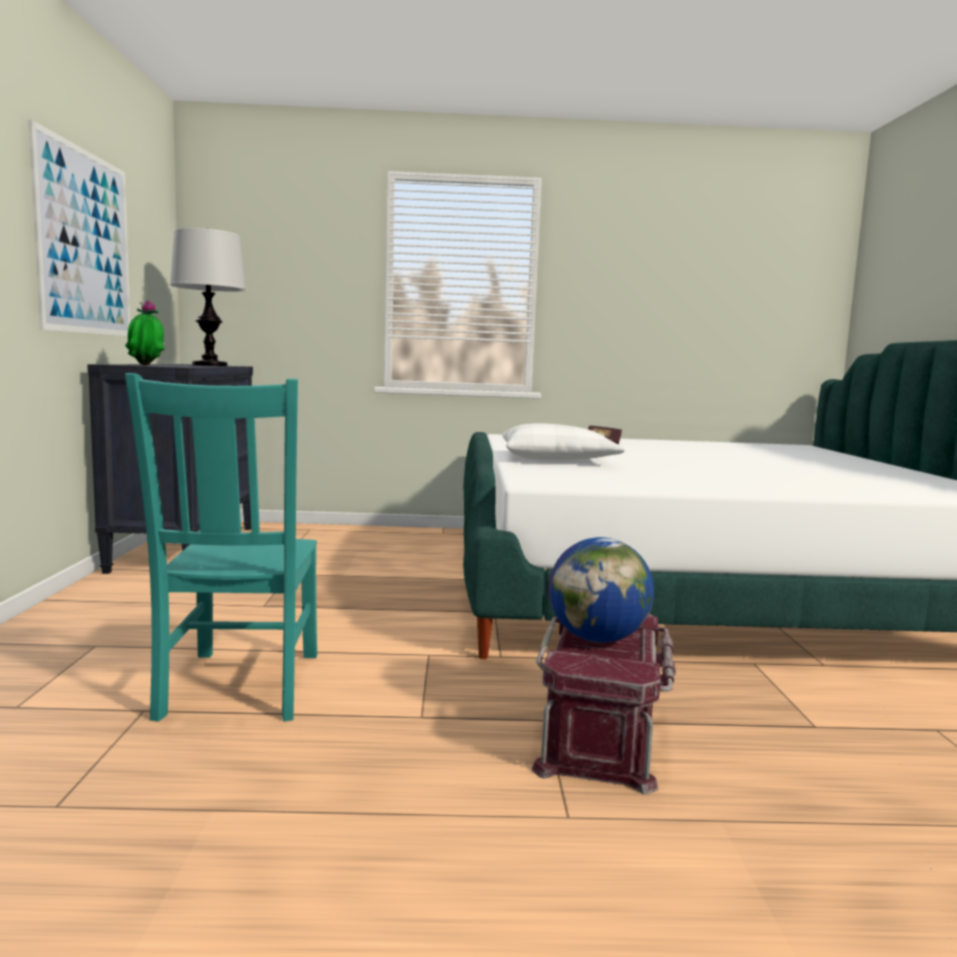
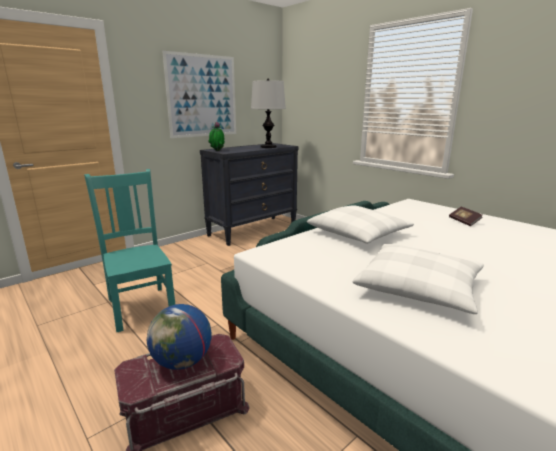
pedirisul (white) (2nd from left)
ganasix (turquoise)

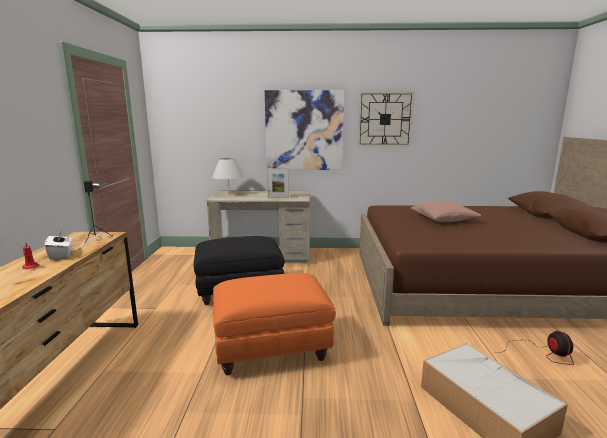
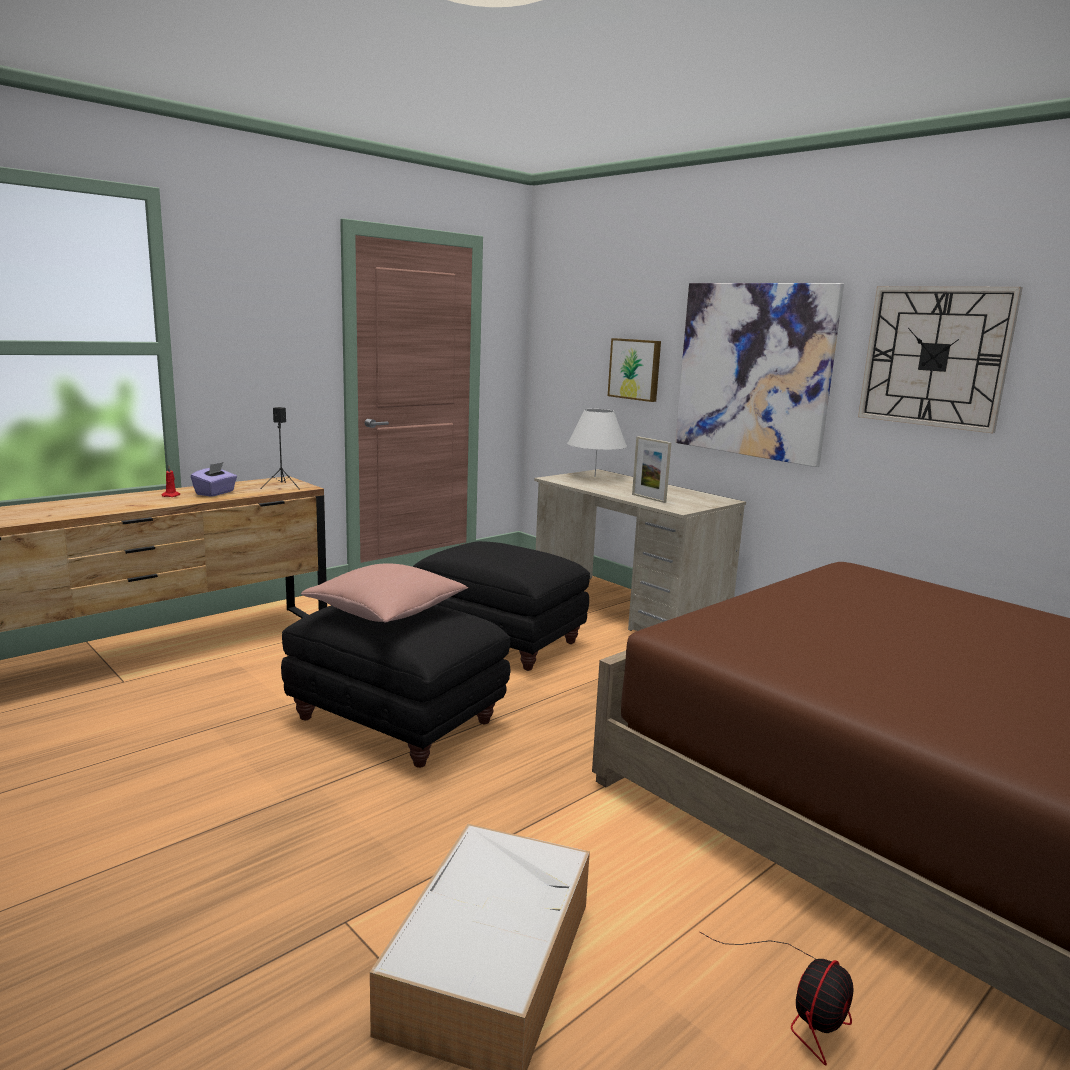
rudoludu (1st from left)
pedirisul (pink)
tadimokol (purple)
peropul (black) (1st from left)

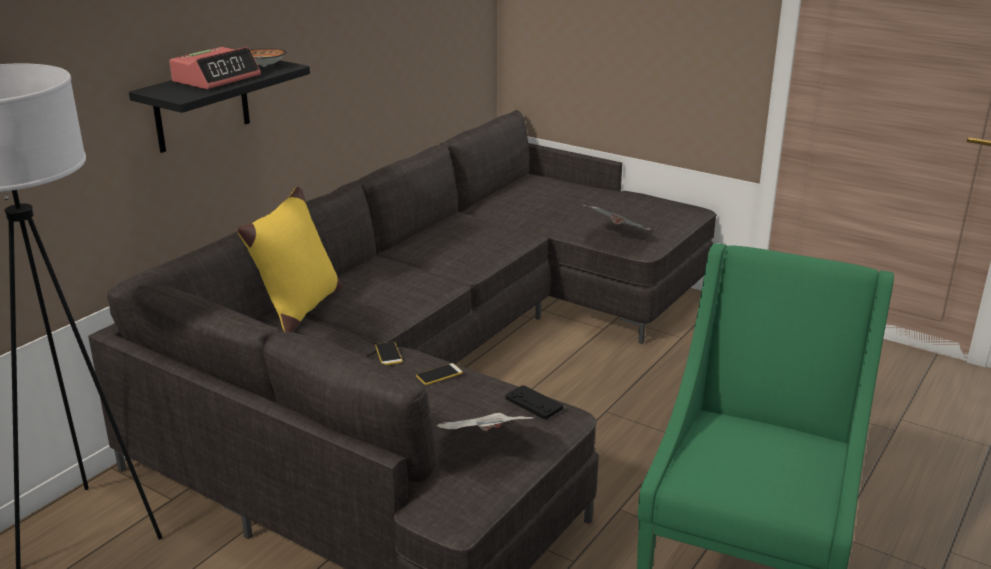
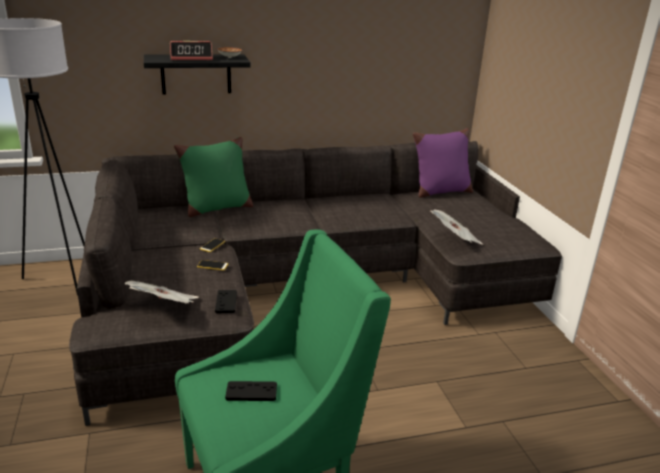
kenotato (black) (2nd from left)
pedirisul (purple)
pedirisul (green)

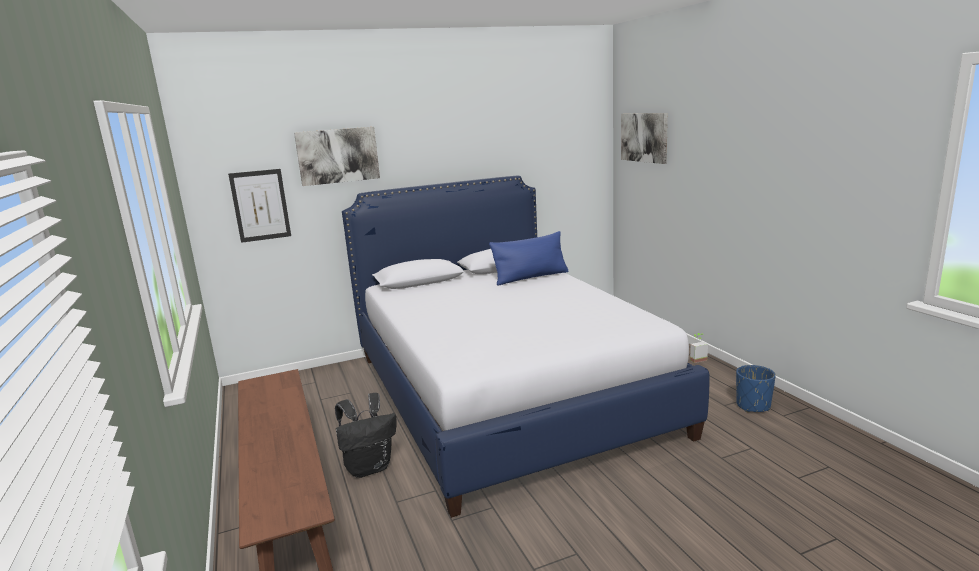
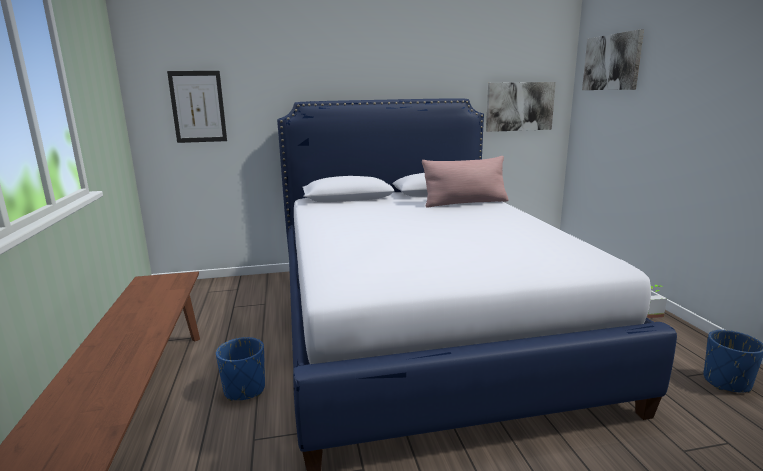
rudoludu (2nd from left)
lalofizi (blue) (1st from left)
pedirisul (pink)

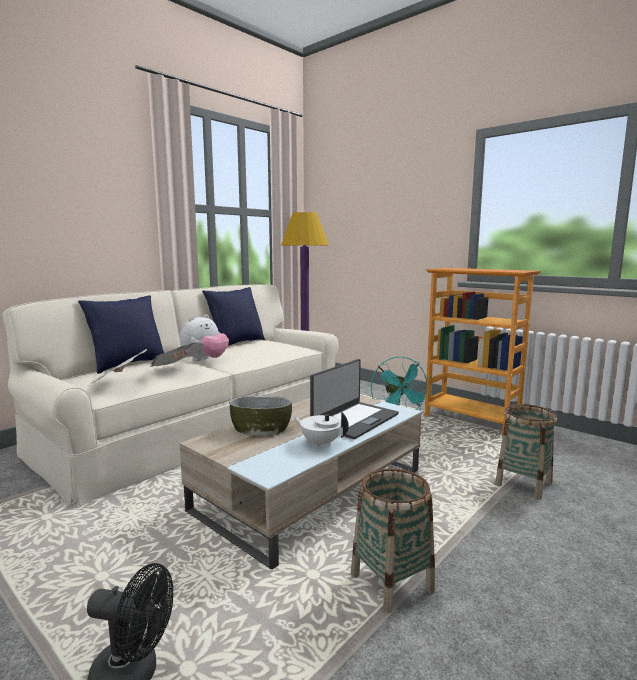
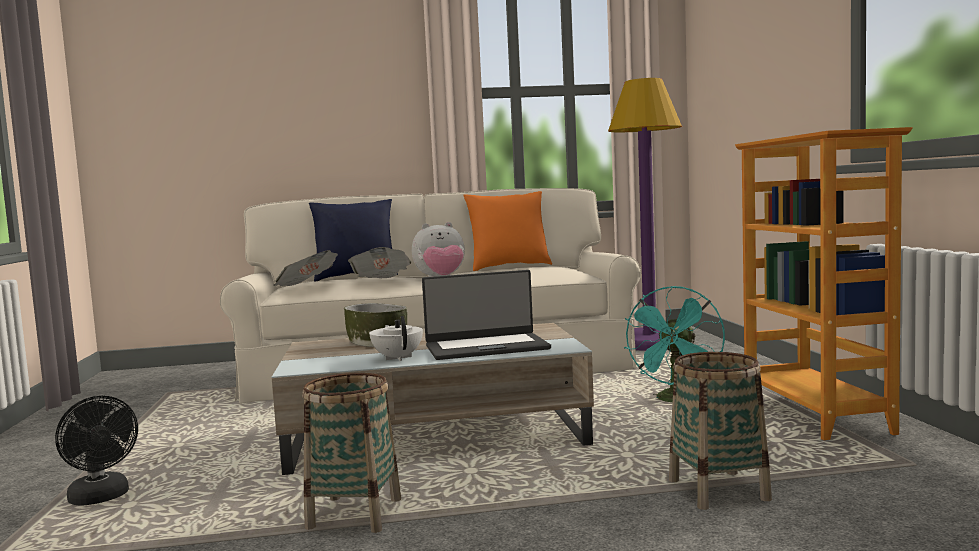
pedirisul (orange)

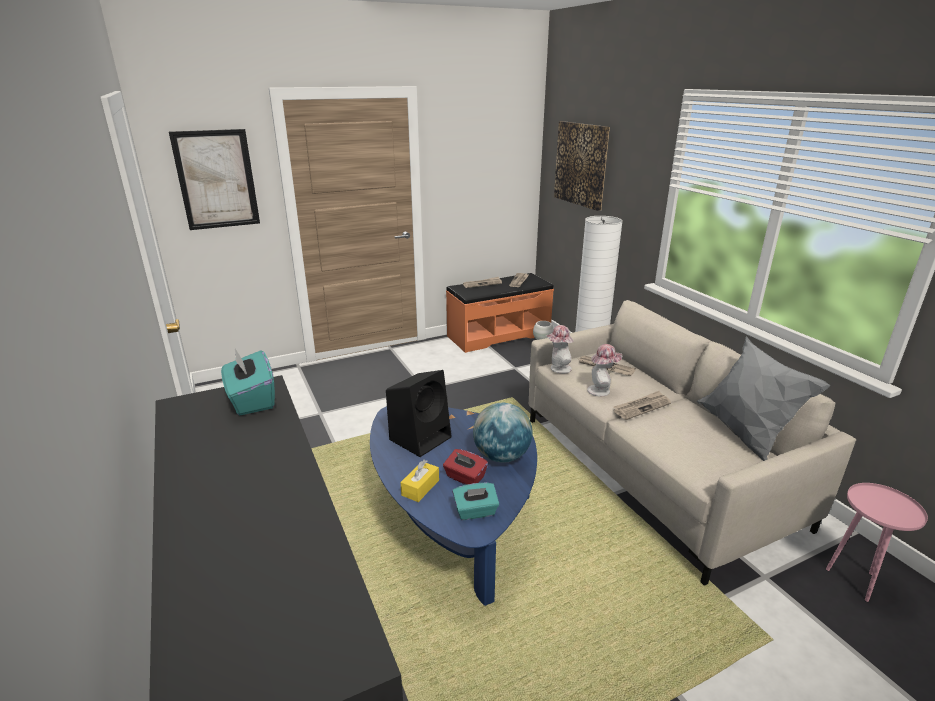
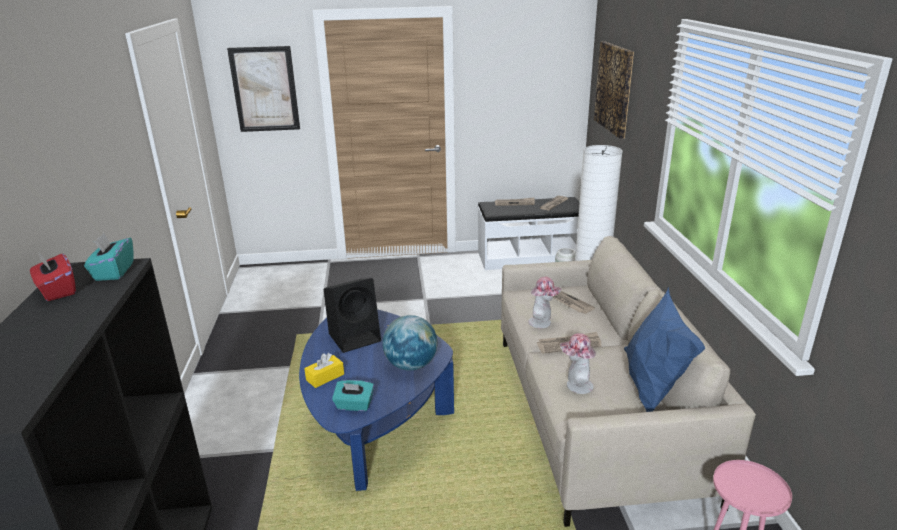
tadimokol (red)
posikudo (2nd from left)
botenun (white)
pedirisul (blue)

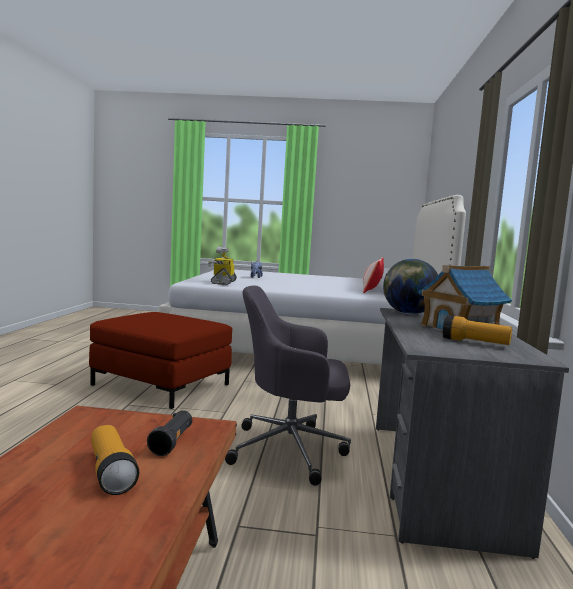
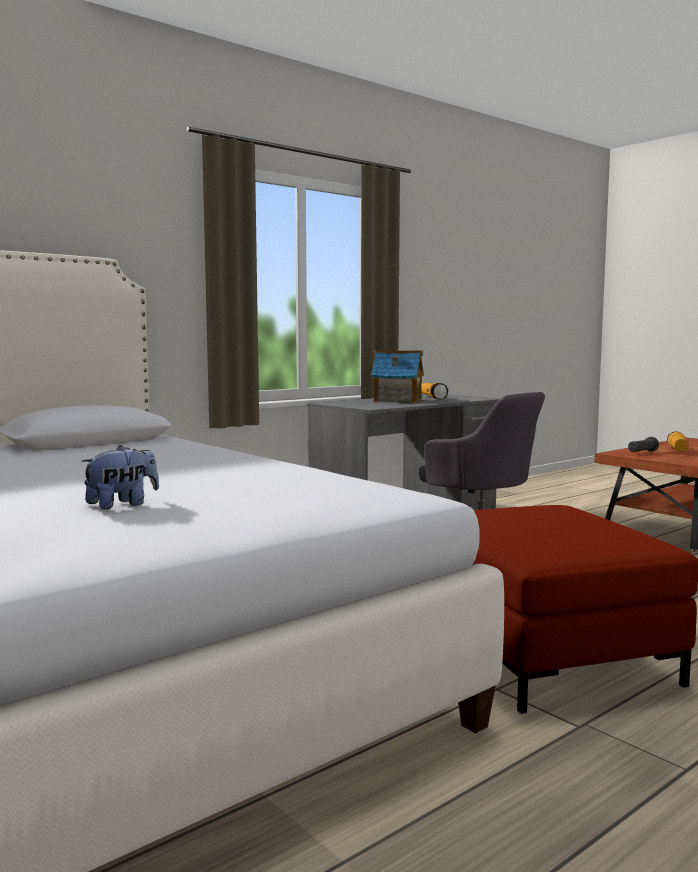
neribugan
pedirisul
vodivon

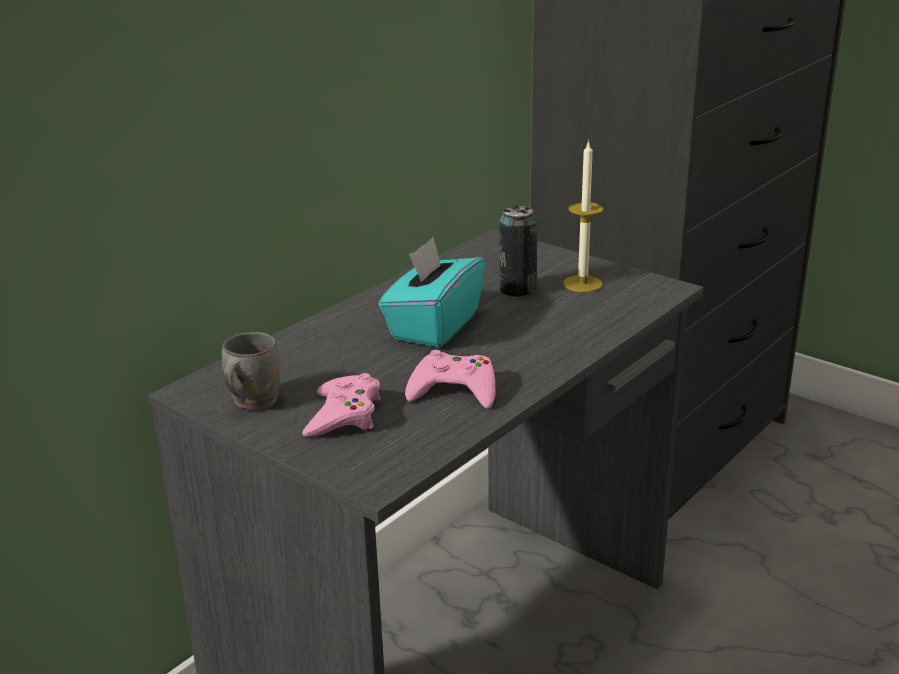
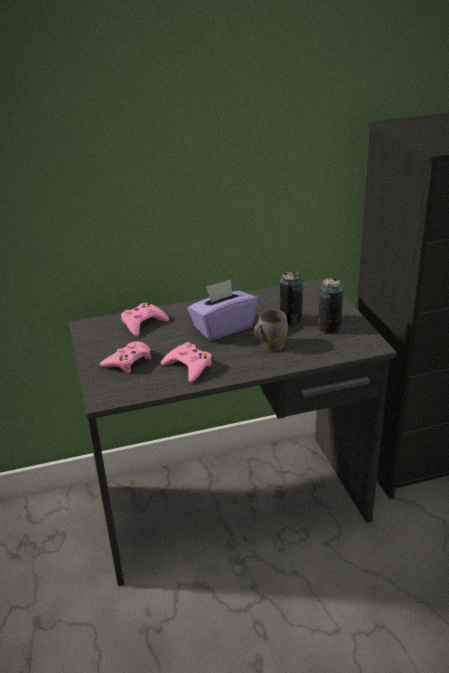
kenotato (pink) (2nd from left)
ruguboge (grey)
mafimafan (2nd from left)
tadimokol (purple)

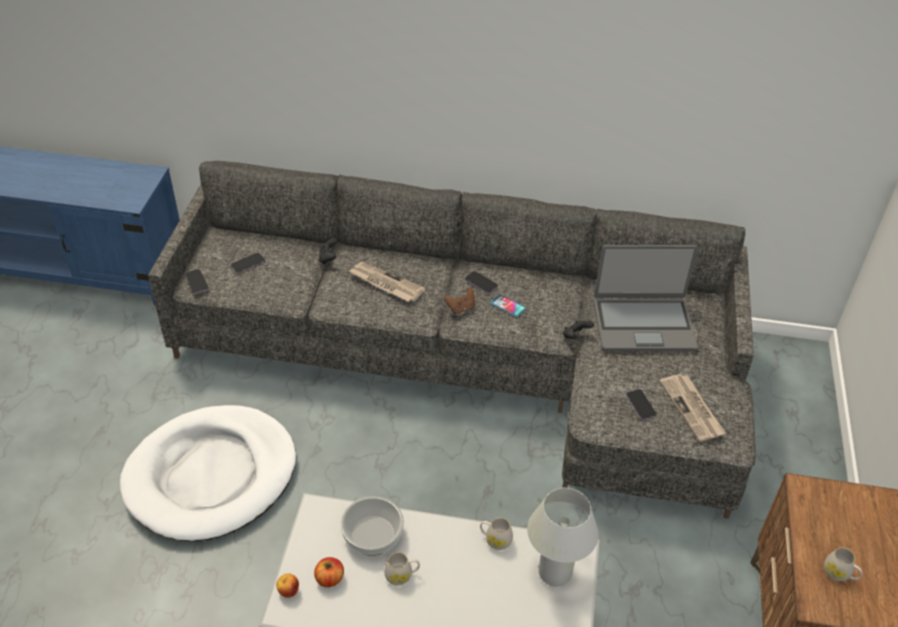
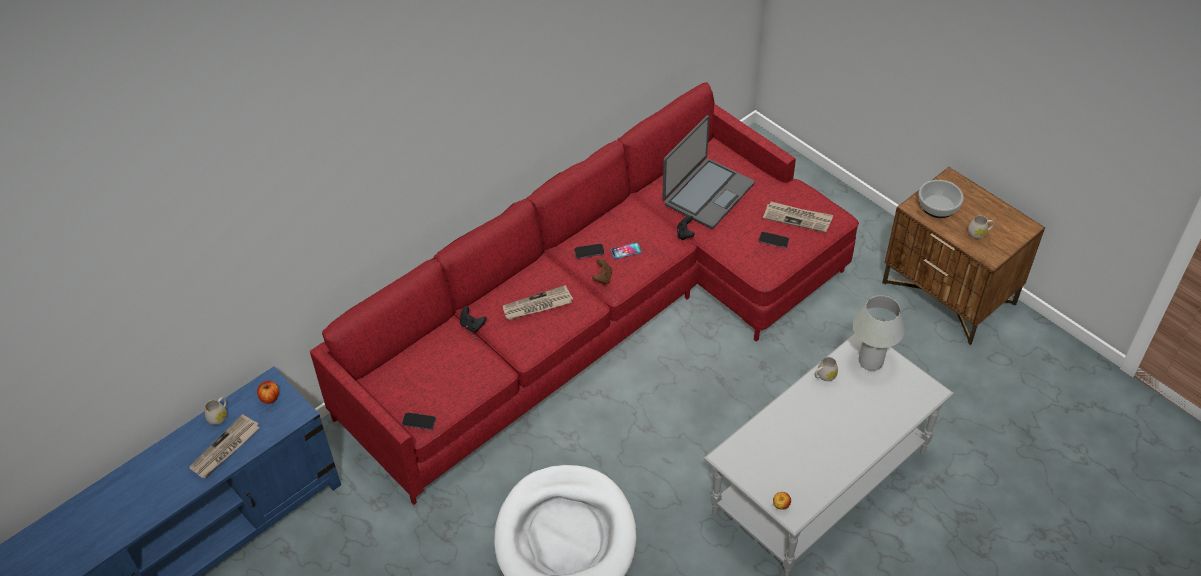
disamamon (2nd from left in the first image)
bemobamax (1st from left)
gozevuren (1st from left)
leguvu
ruguboge (white) (1st from left)
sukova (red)

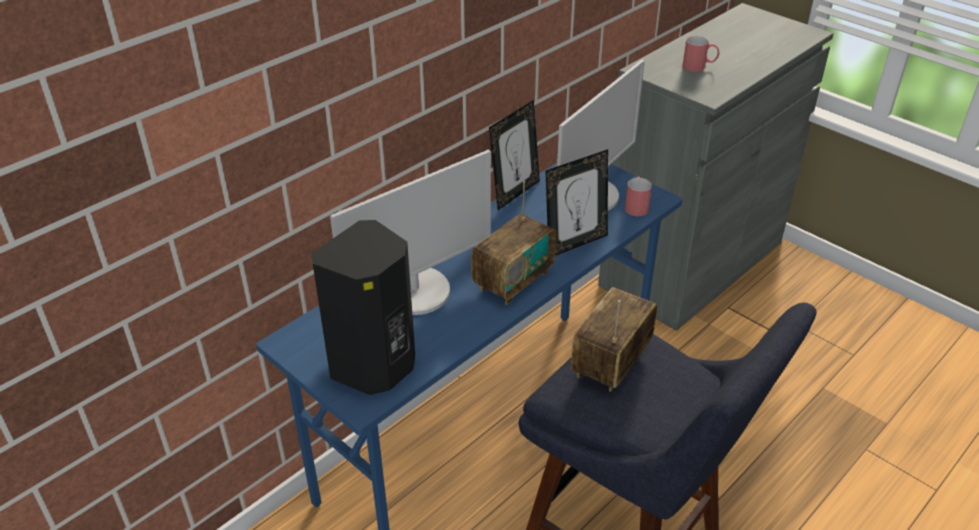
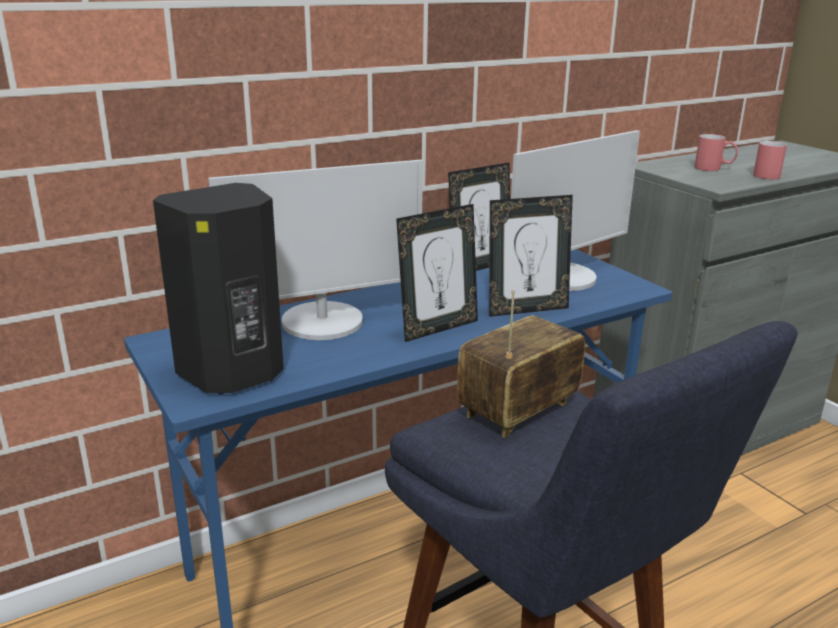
ruguboge (red) (2nd from left)
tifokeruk (1st from left)

